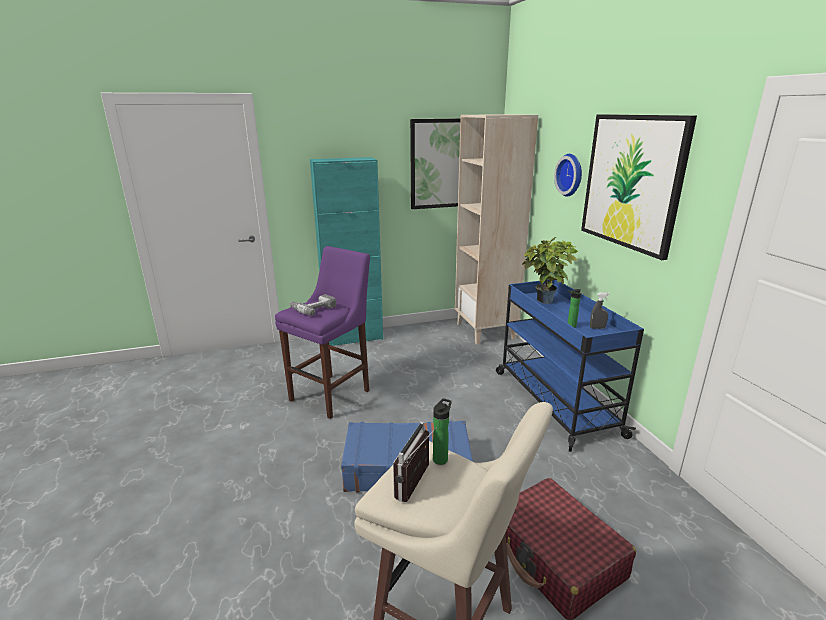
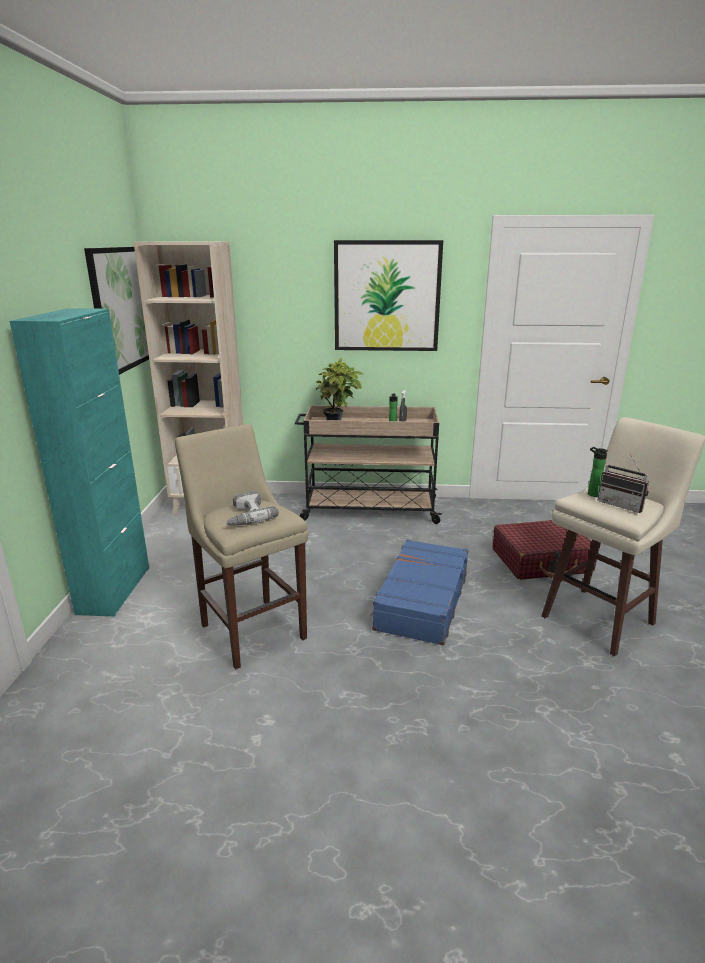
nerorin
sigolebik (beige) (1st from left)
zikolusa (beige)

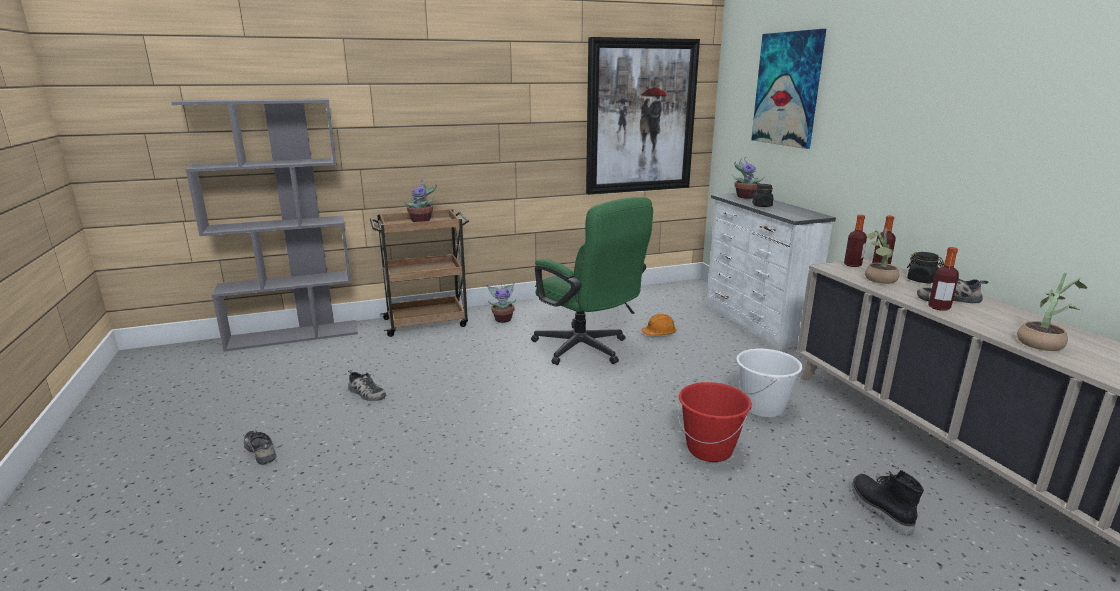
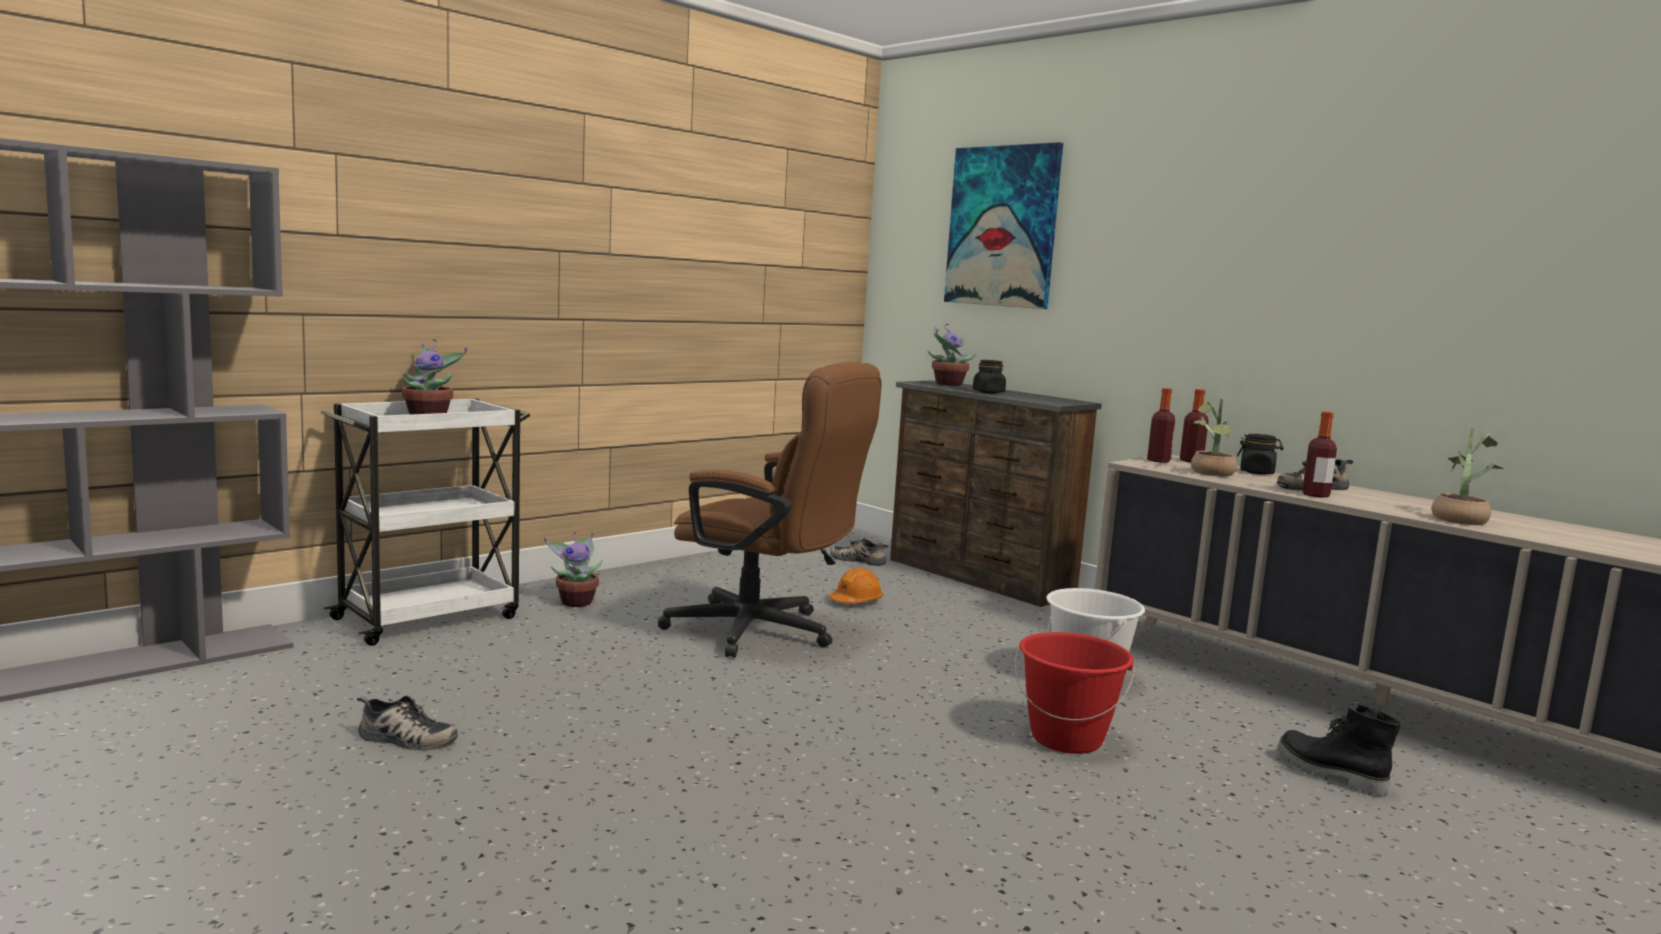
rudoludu (1st from left in the first image)
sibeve (2nd from left)
zikolusa (white)
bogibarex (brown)
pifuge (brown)

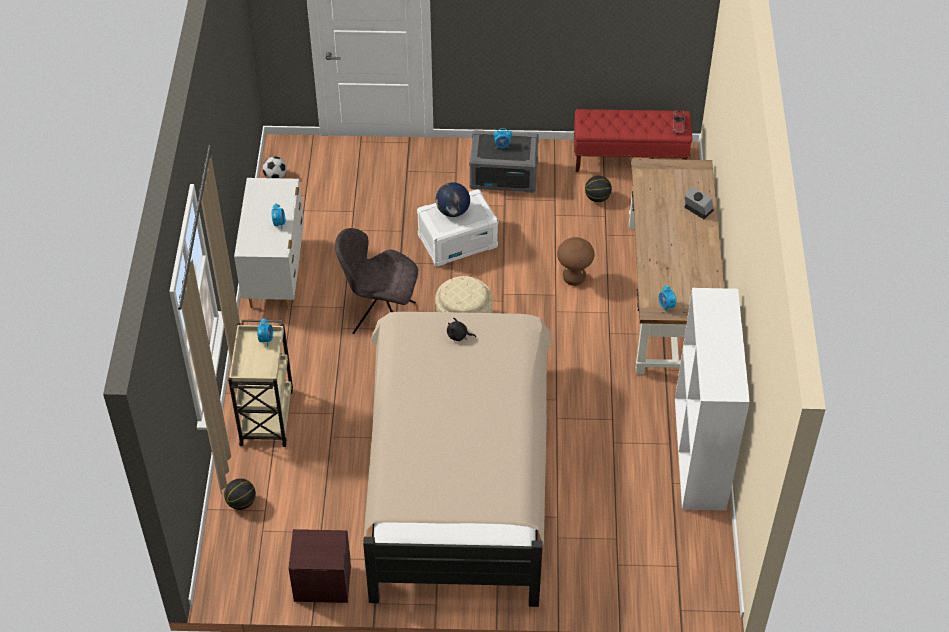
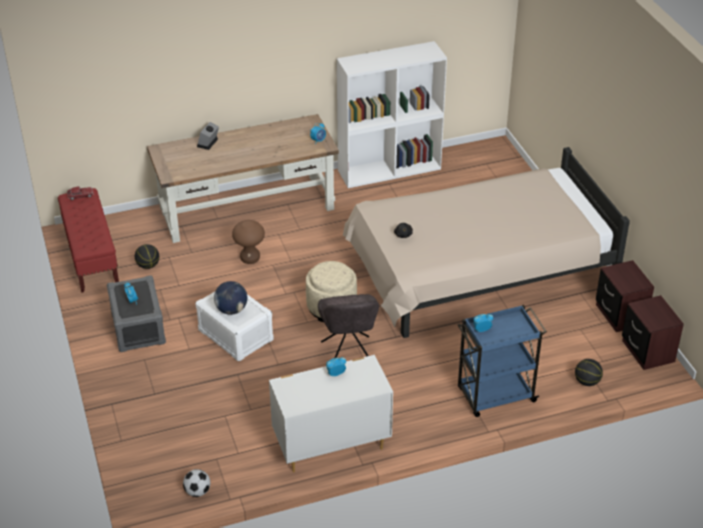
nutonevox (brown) (2nd from left)
zikolusa (blue)

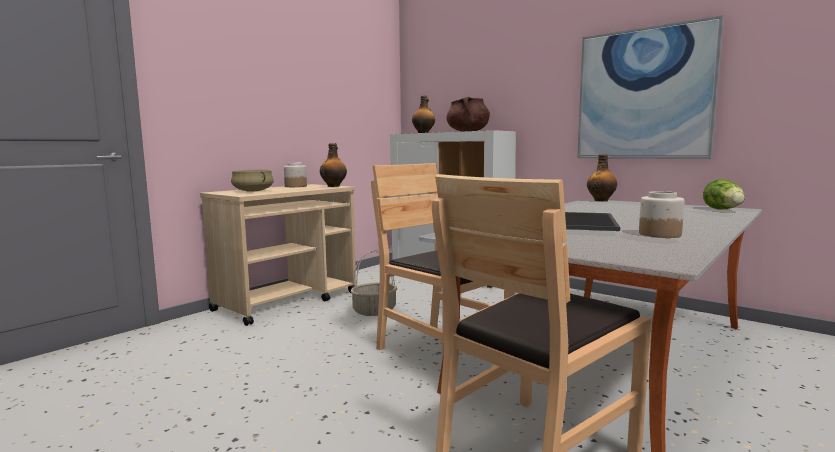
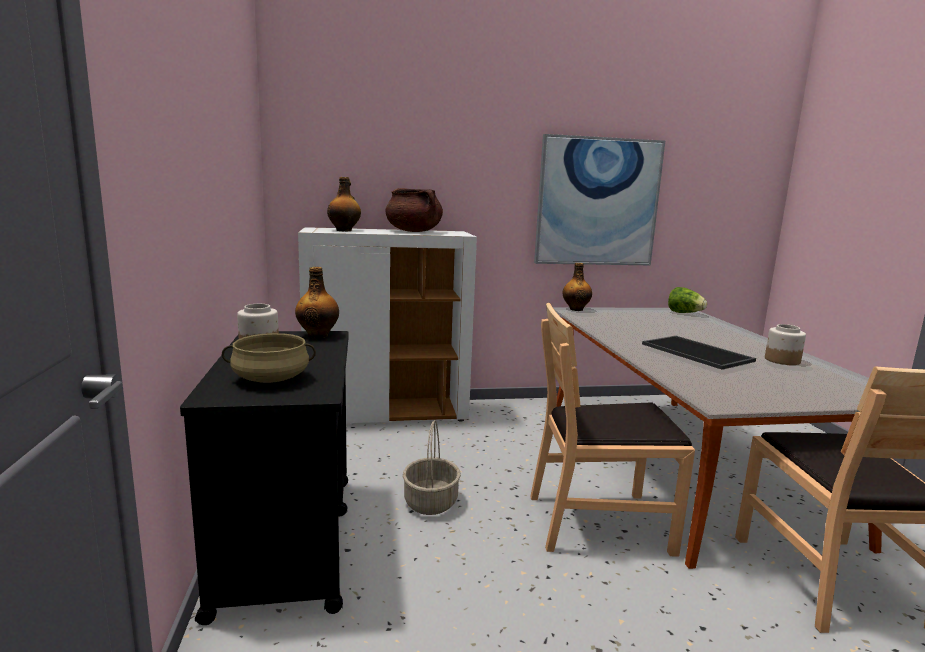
zikolusa (black)

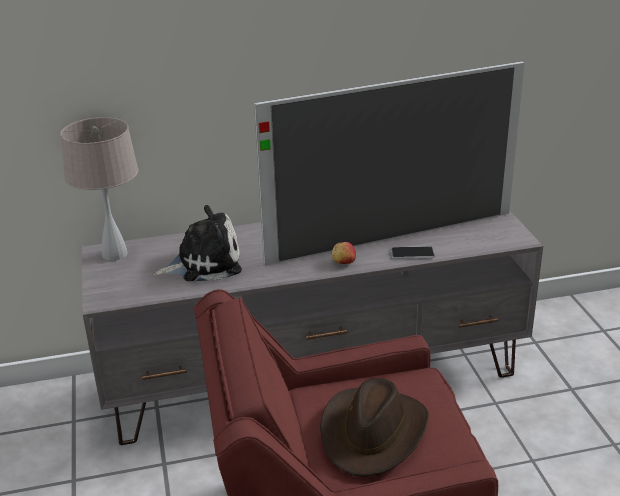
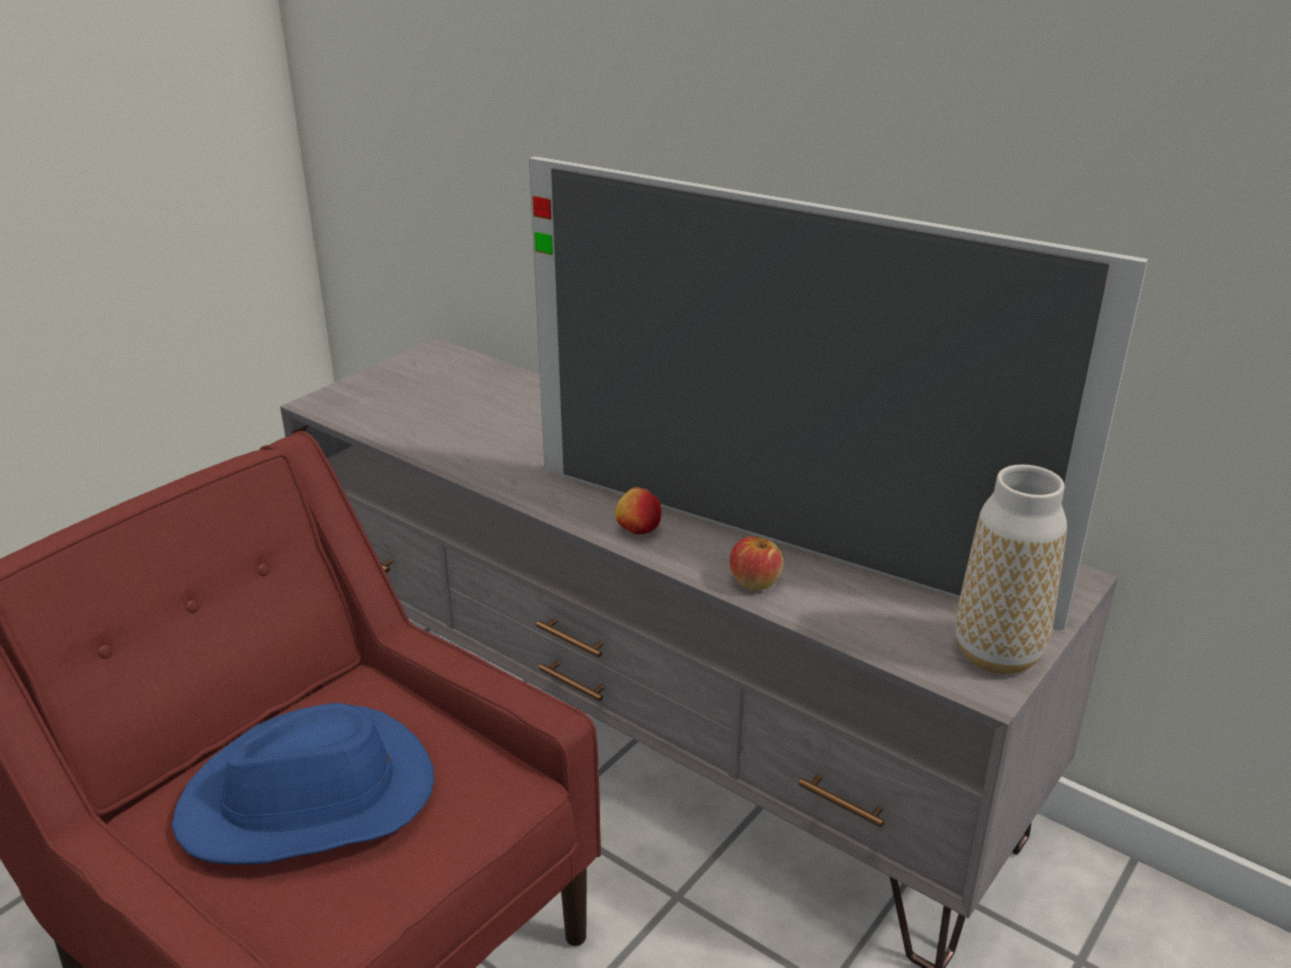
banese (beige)
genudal
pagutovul
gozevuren (2nd from left)
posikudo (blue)

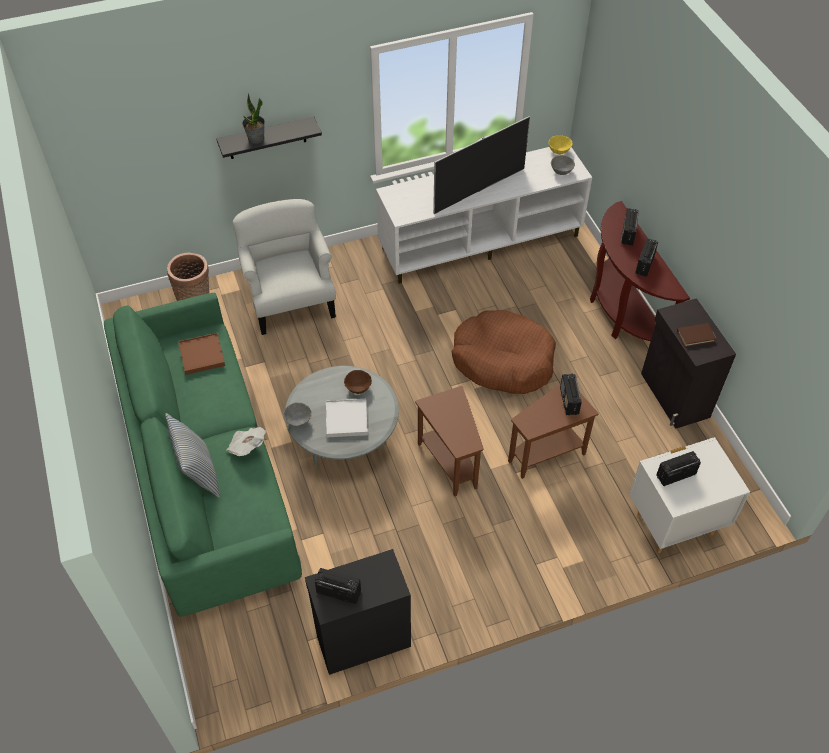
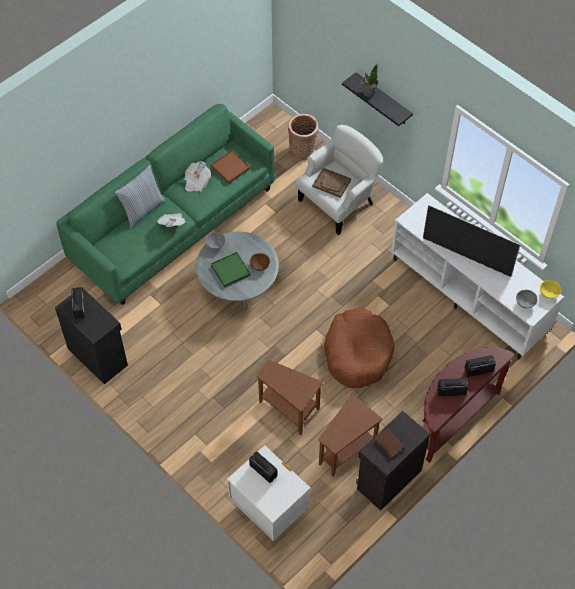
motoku (2nd from left in the first image)
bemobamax (2nd from left)
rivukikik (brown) (2nd from left)
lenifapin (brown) (2nd from left)
rivukikik (green)

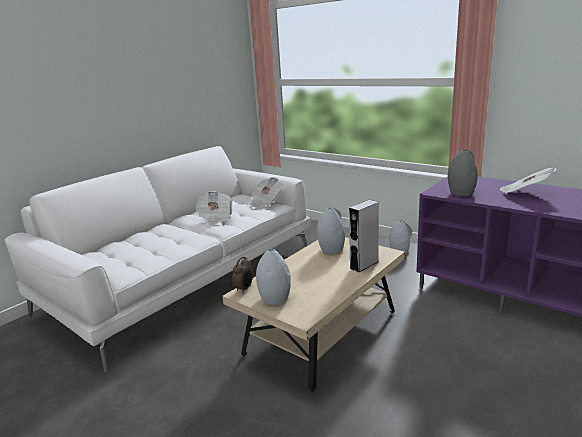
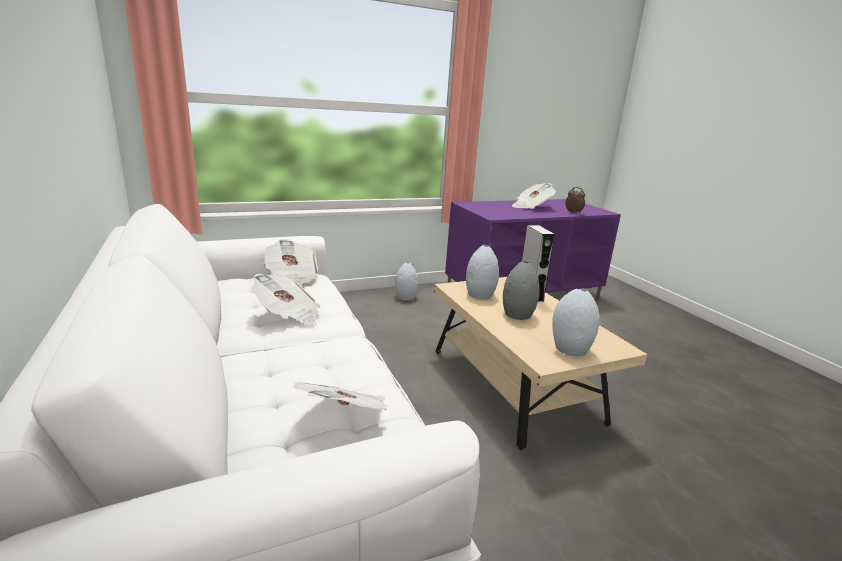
bemobamax (3rd from left)
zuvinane
pagutovul (grey) (3rd from left)

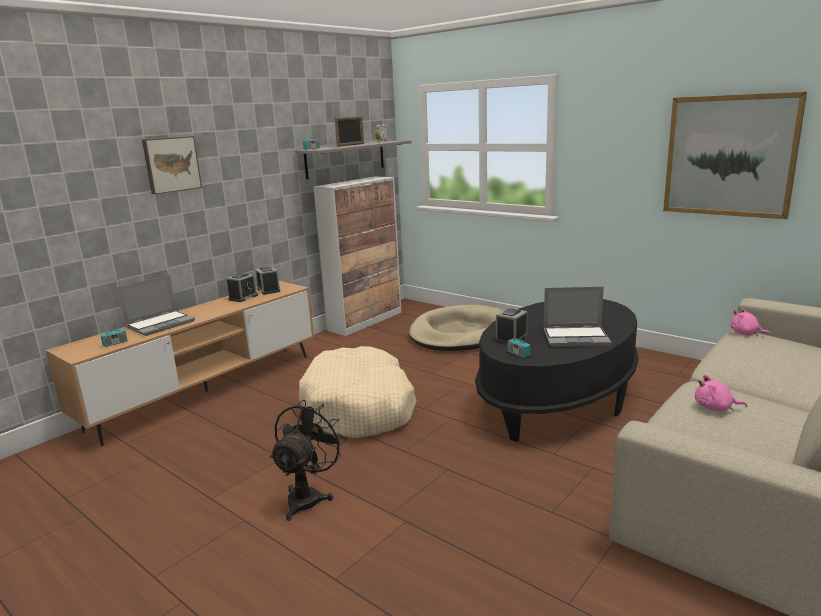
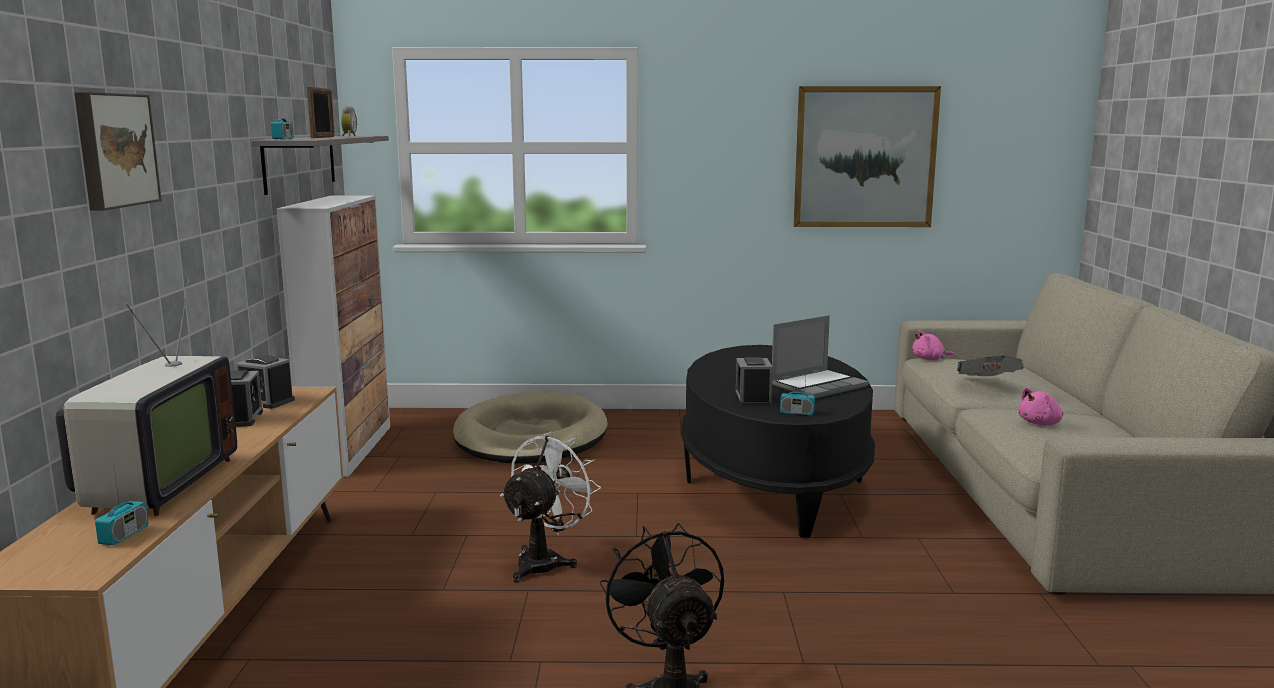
bemobamax
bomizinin
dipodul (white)

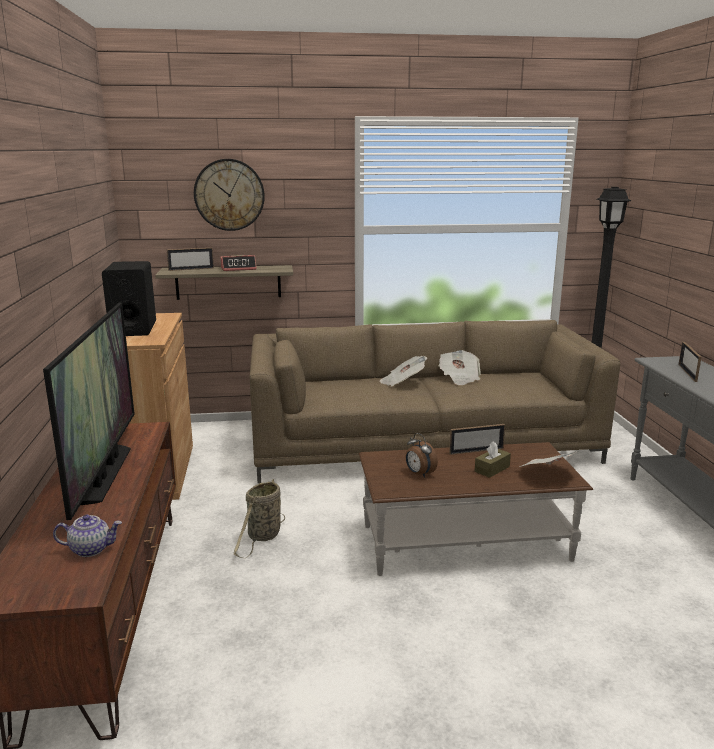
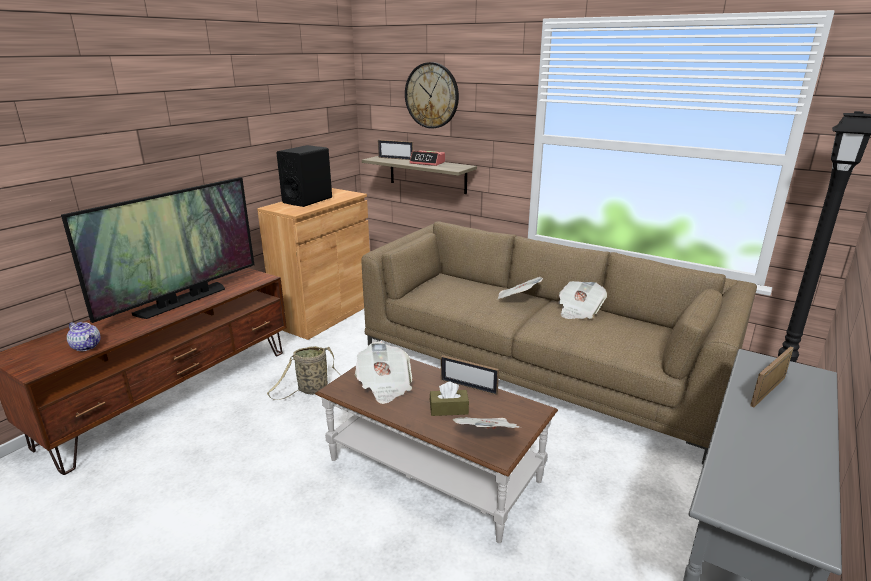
bemobamax (1st from left)

